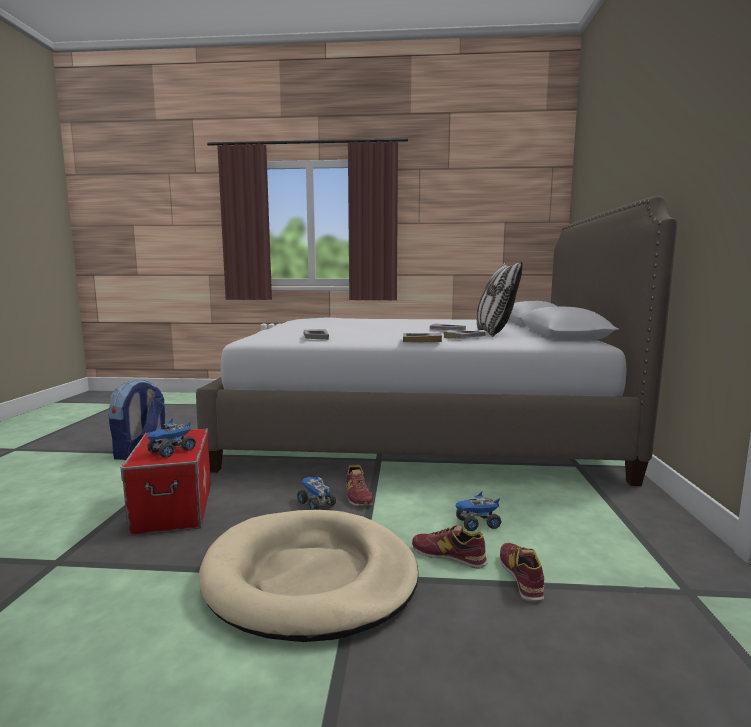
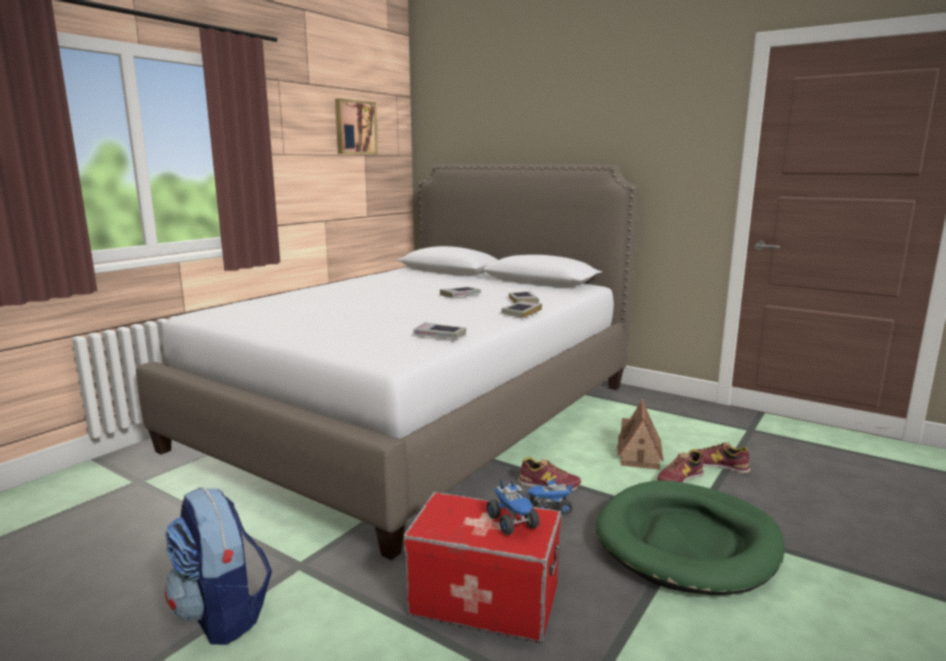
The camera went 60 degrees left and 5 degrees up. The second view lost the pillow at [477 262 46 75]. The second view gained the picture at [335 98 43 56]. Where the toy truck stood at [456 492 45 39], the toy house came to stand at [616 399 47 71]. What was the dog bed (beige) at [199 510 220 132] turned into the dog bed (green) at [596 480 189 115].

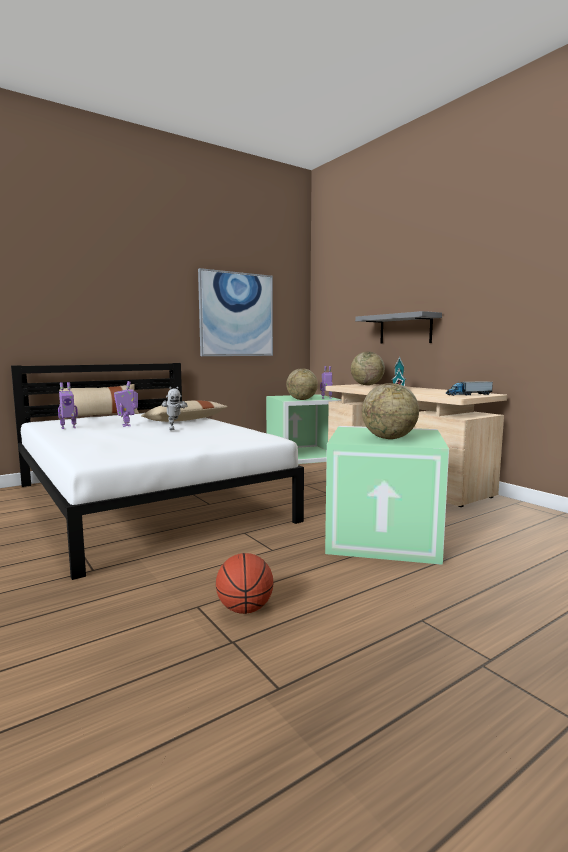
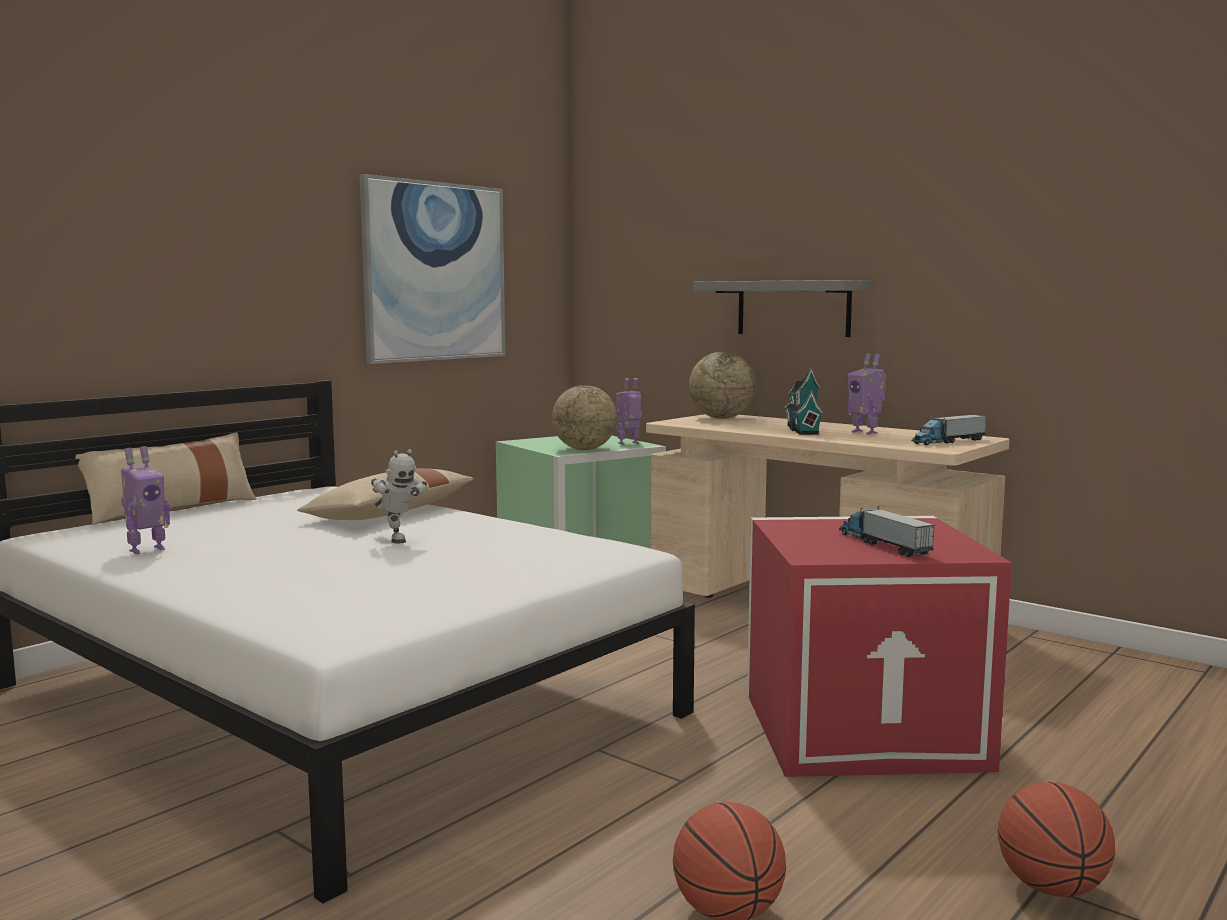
The camera went 15 degrees left and 0 degrees up. The second view gained the basketball at [998 782 117 115]. The toy robot ended up elsewhere, having gone from [114 381 24 46] to [848 353 38 82]. Where the globe stood at [362 383 57 56], the toy truck came to stand at [839 506 96 51]. What was the storage box (green) at [325 426 124 139] turned into the storage box (red) at [747 516 265 261].

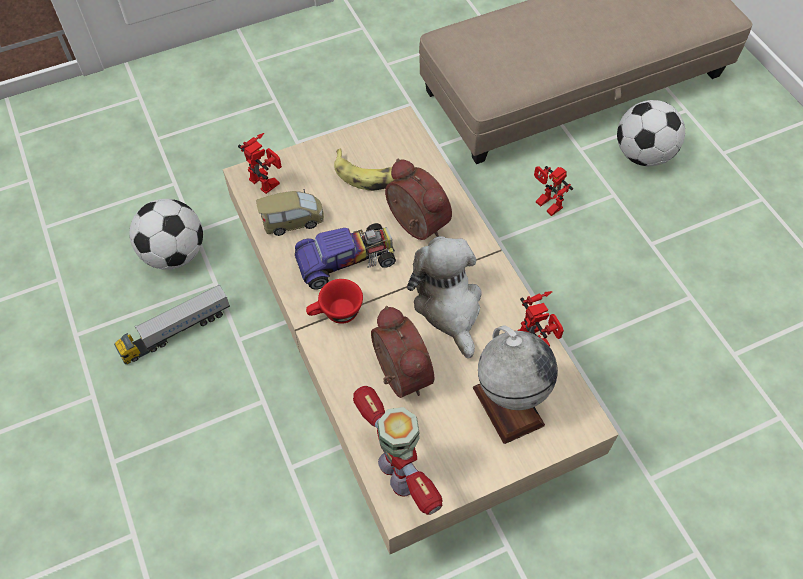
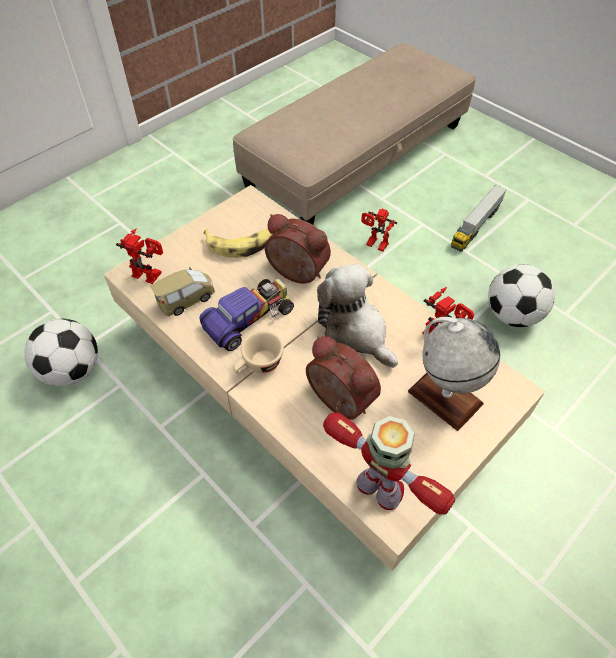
The camera went 20 degrees left and 5 degrees down. The toy truck ended up elsewhere, having gone from [114 284 116 80] to [451 185 56 67]. The football ended up elsewhere, having gone from [617 100 68 66] to [488 264 67 63]. What was the cup (red) at [306 279 57 45] turned into the cup (beige) at [233 331 51 43].

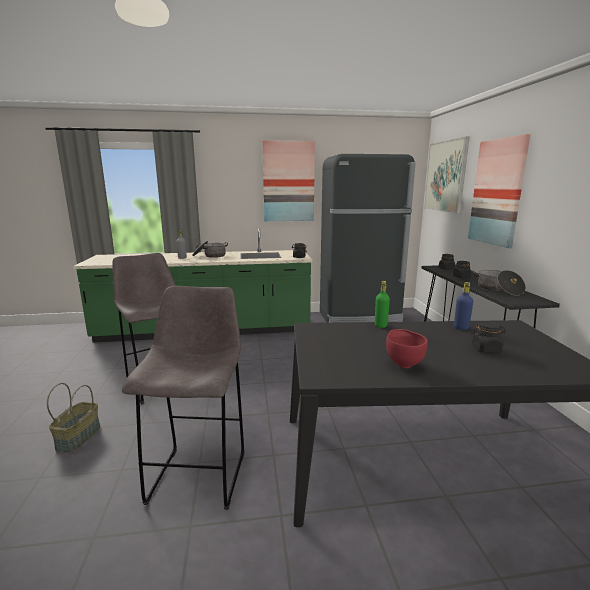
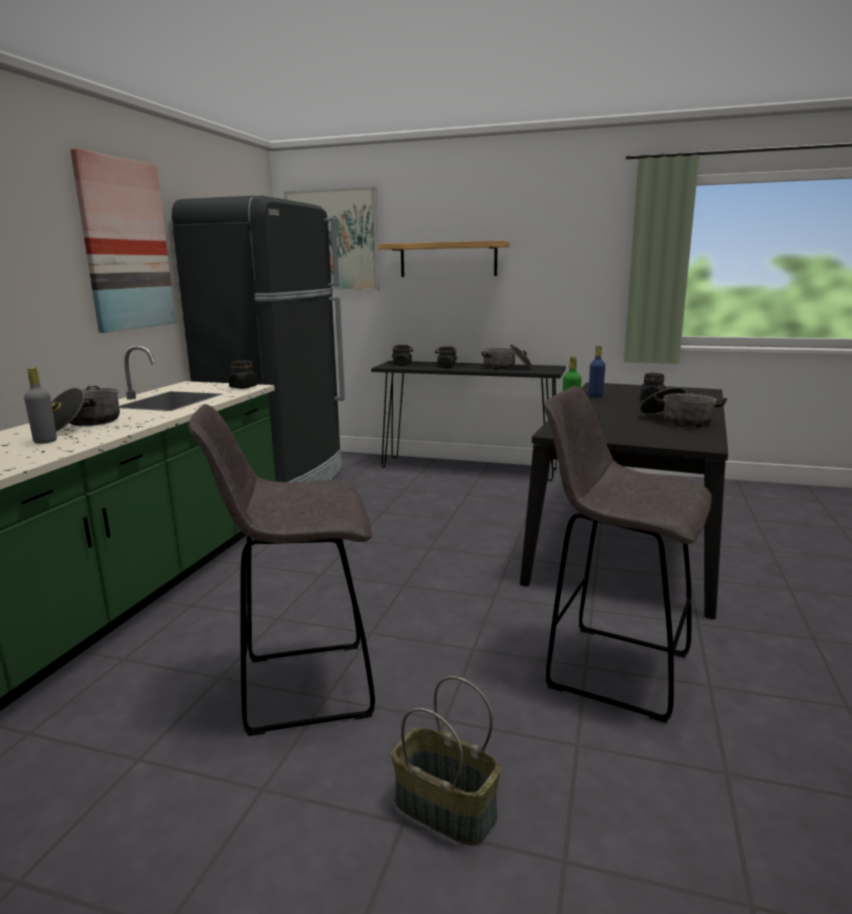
The camera went 65 degrees left and 0 degrees up. Where the bowl (red) stood at [386 329 42 39], the cooking pot came to stand at [640 388 87 40]. Where the picture hung at [468 134 63 114], the shelf came to hang at [378 241 132 36].

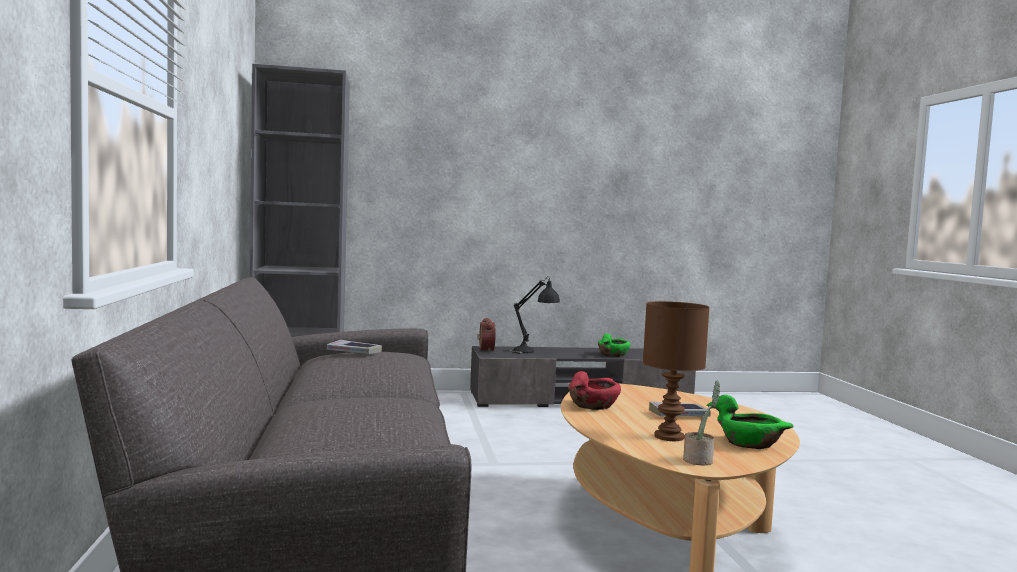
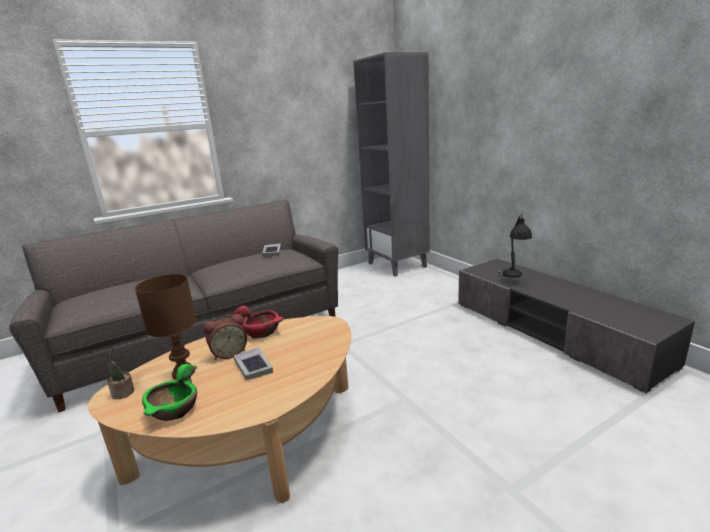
The camera went 70 degrees right and 15 degrees up. The second view lost the bowl (green) at [598 334 32 23]. The alarm clock ended up elsewhere, having gone from [477 318 19 34] to [203 313 44 47].

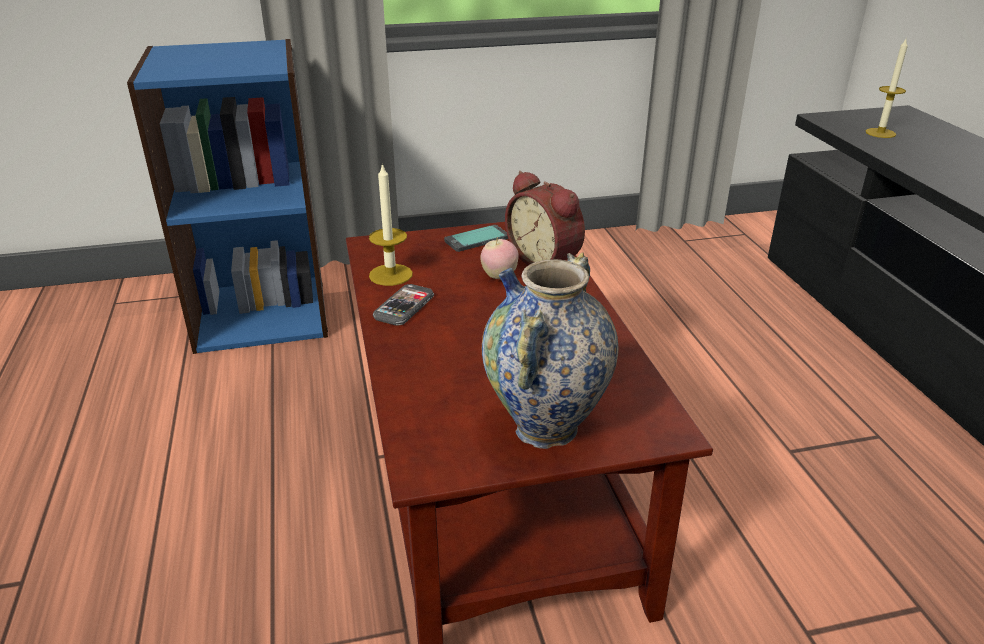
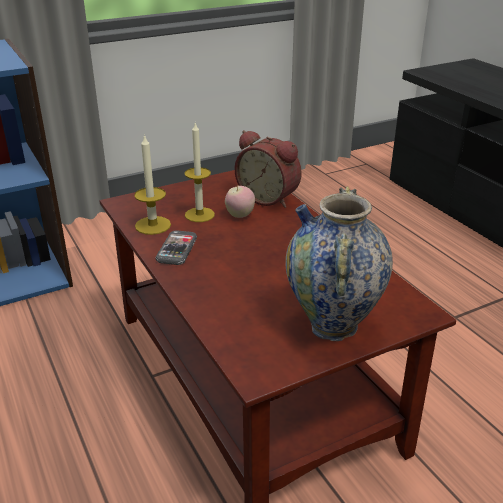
The camera went 15 degrees left and 0 degrees up. The second view lost the phone at [444 225 64 27]. The candle ended up elsewhere, having gone from [866 39 42 99] to [184 123 31 99].

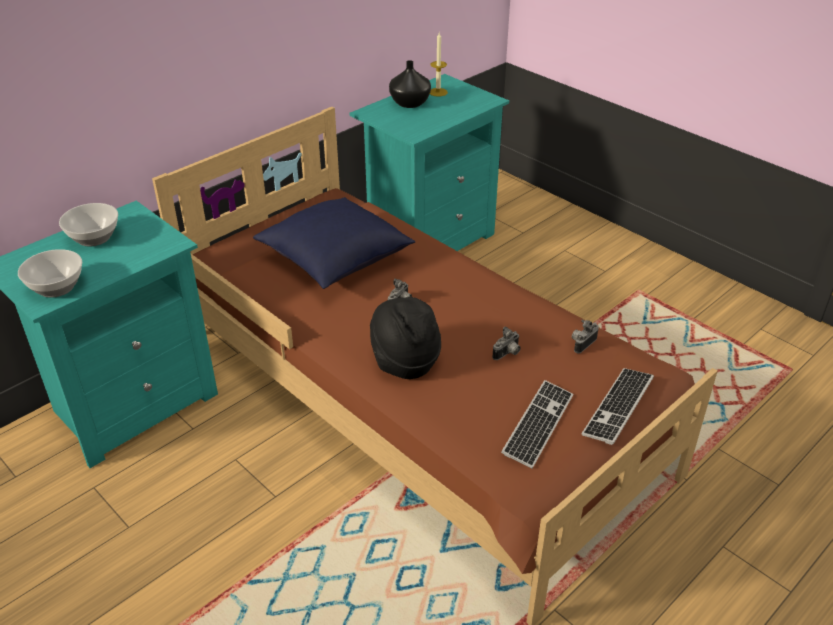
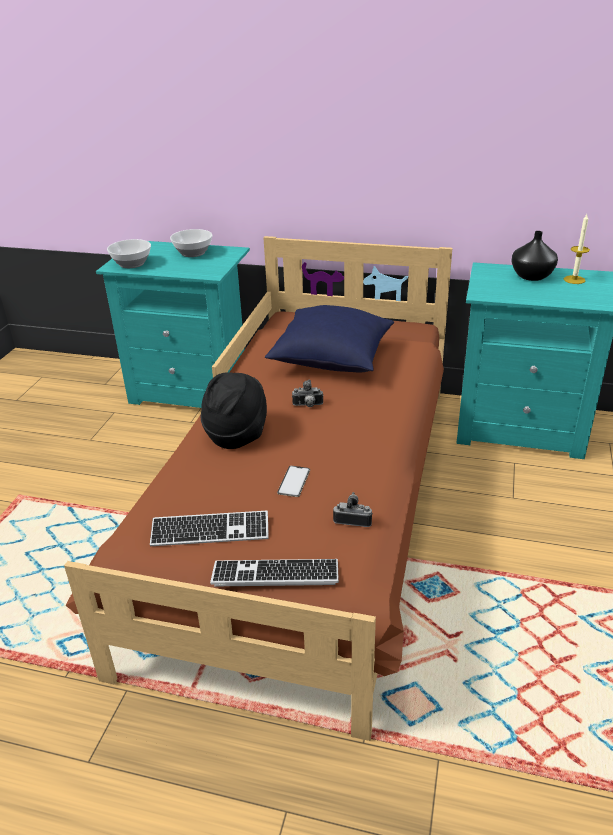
The camera went 60 degrees right and 5 degrees down. Where the photo camera stood at [492 327 29 33], the phone came to stand at [277 466 33 31].

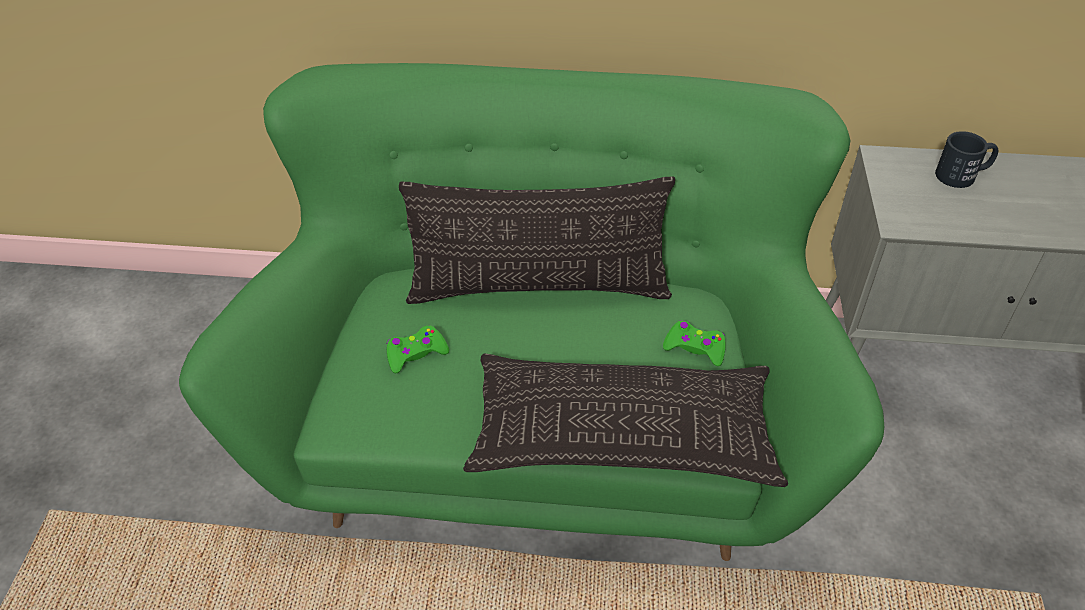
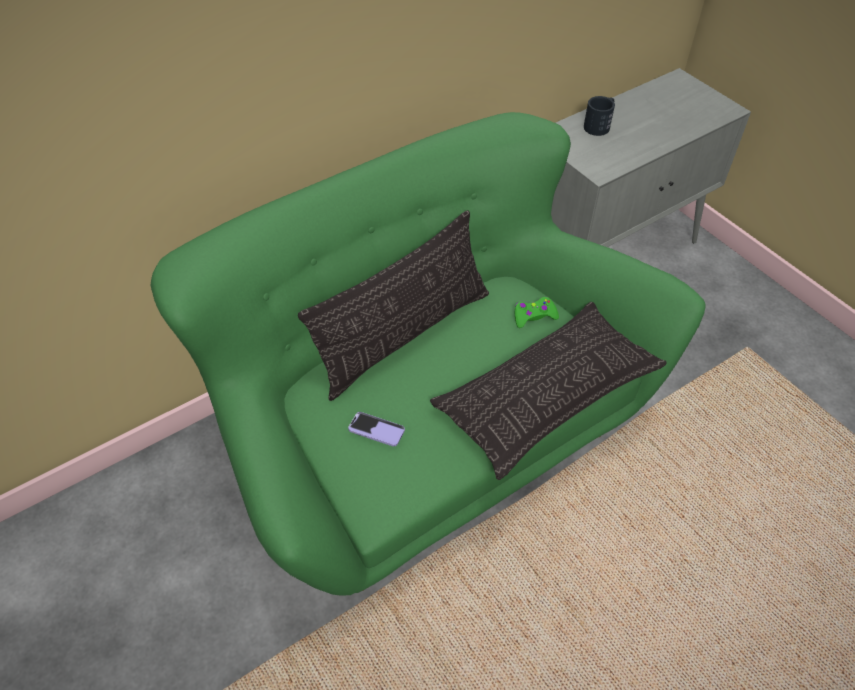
The camera went 40 degrees left and 5 degrees up. Where the game controller (green) stood at [387 325 62 49], the phone came to stand at [348 412 57 34].

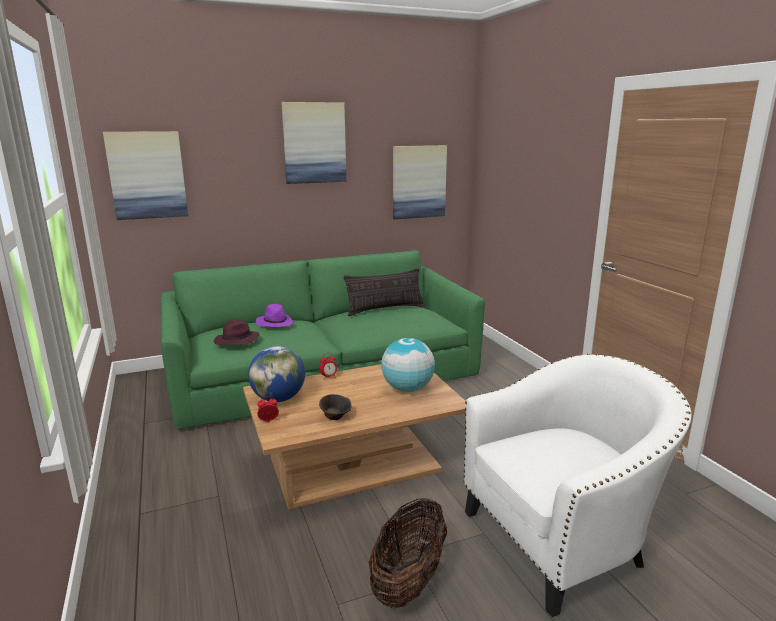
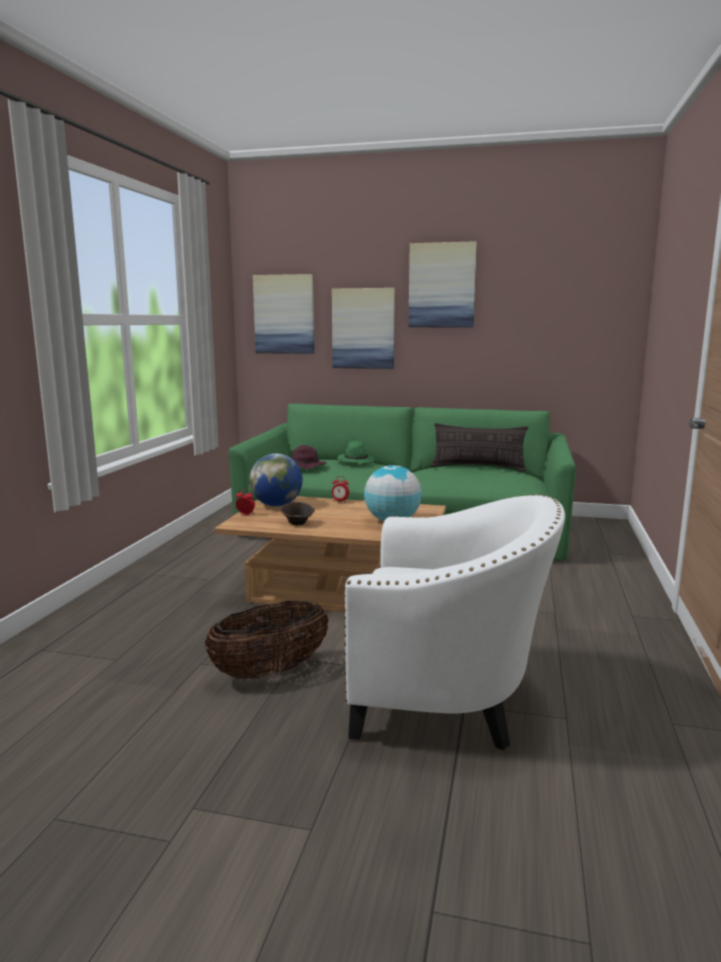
The camera went 35 degrees right and 5 degrees down. The picture ended up elsewhere, having gone from [393 145 54 74] to [332 288 63 81]. What was the hat (purple) at [256 304 38 23] turned into the hat (green) at [337 441 37 22].

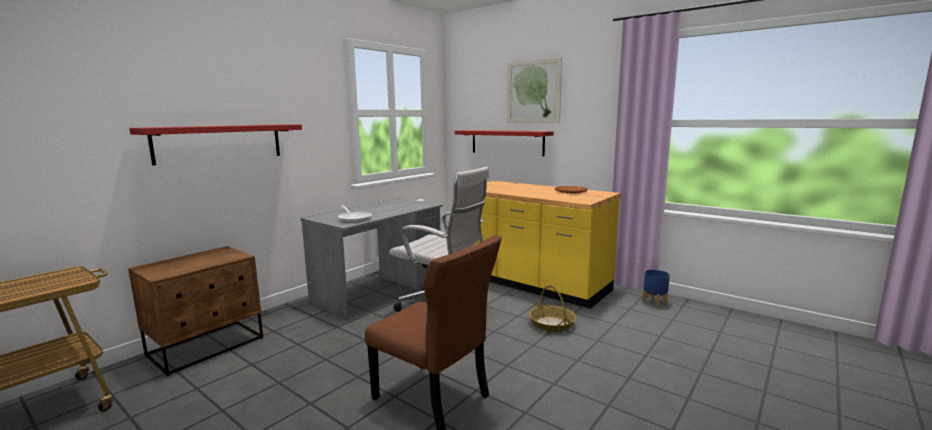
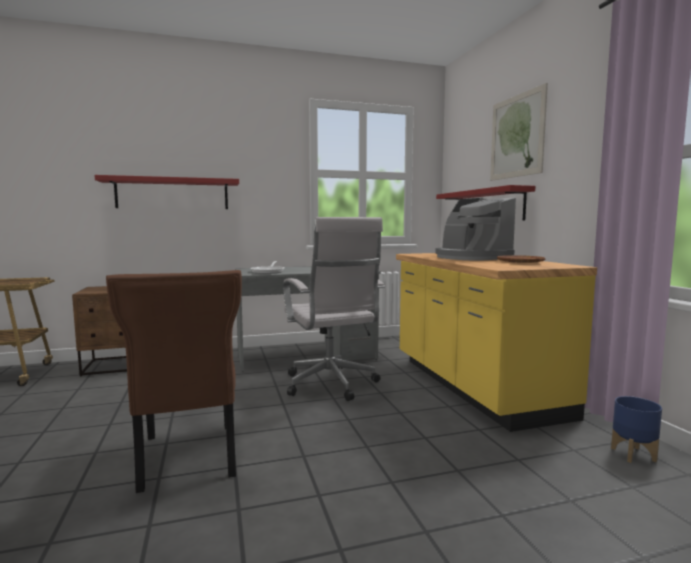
The camera went 35 degrees right and 5 degrees down. The second view lost the basket at [529 285 47 47]. The second view gained the coffee machine at [435 198 81 62].

